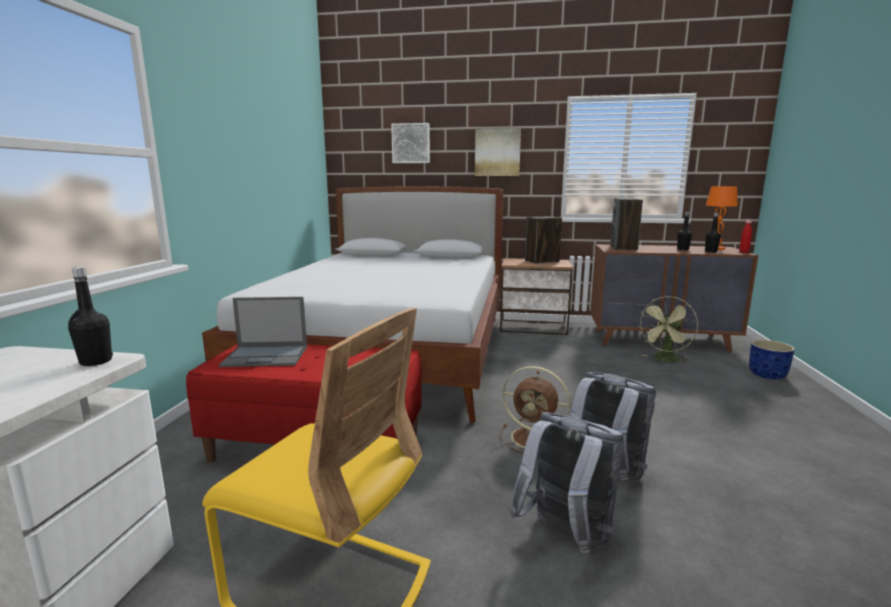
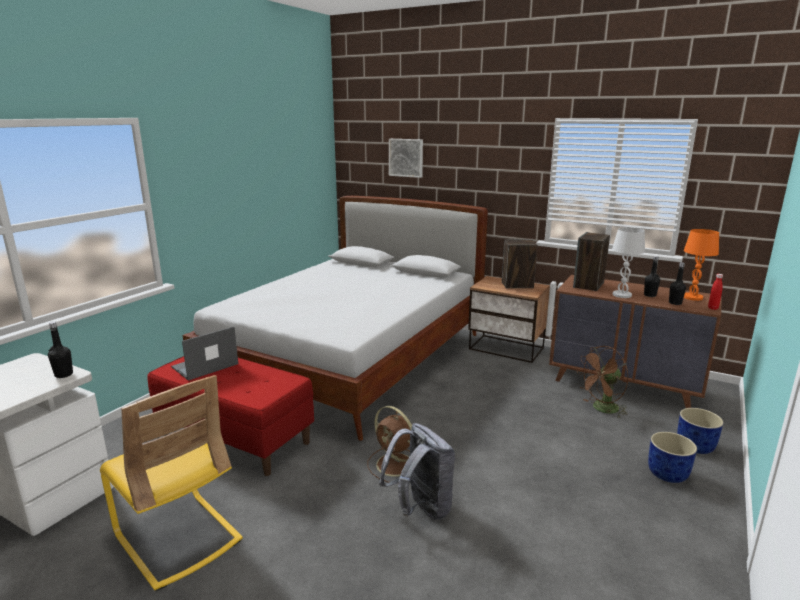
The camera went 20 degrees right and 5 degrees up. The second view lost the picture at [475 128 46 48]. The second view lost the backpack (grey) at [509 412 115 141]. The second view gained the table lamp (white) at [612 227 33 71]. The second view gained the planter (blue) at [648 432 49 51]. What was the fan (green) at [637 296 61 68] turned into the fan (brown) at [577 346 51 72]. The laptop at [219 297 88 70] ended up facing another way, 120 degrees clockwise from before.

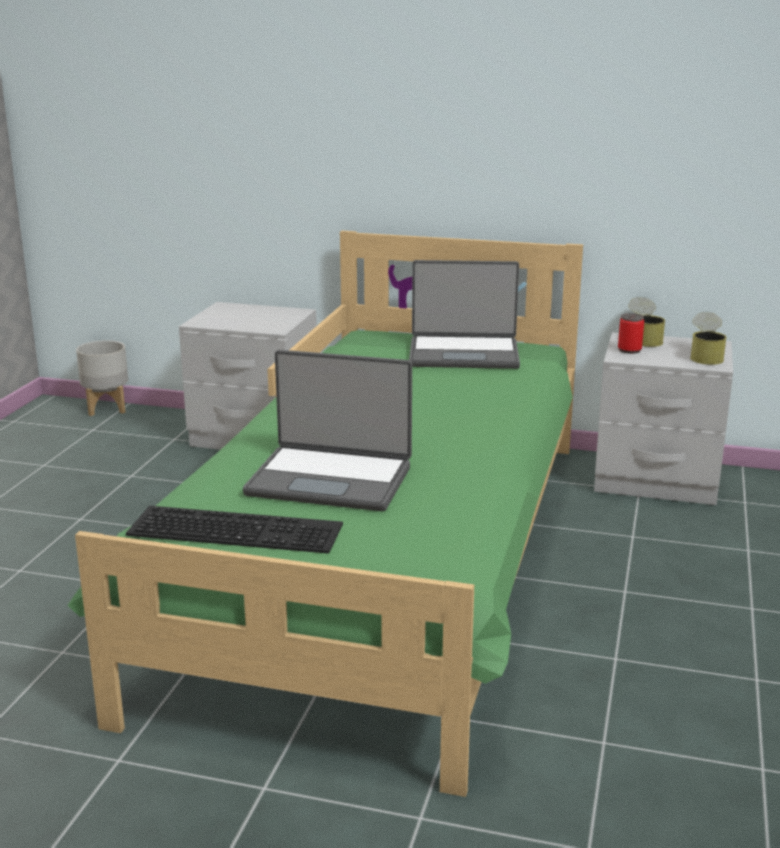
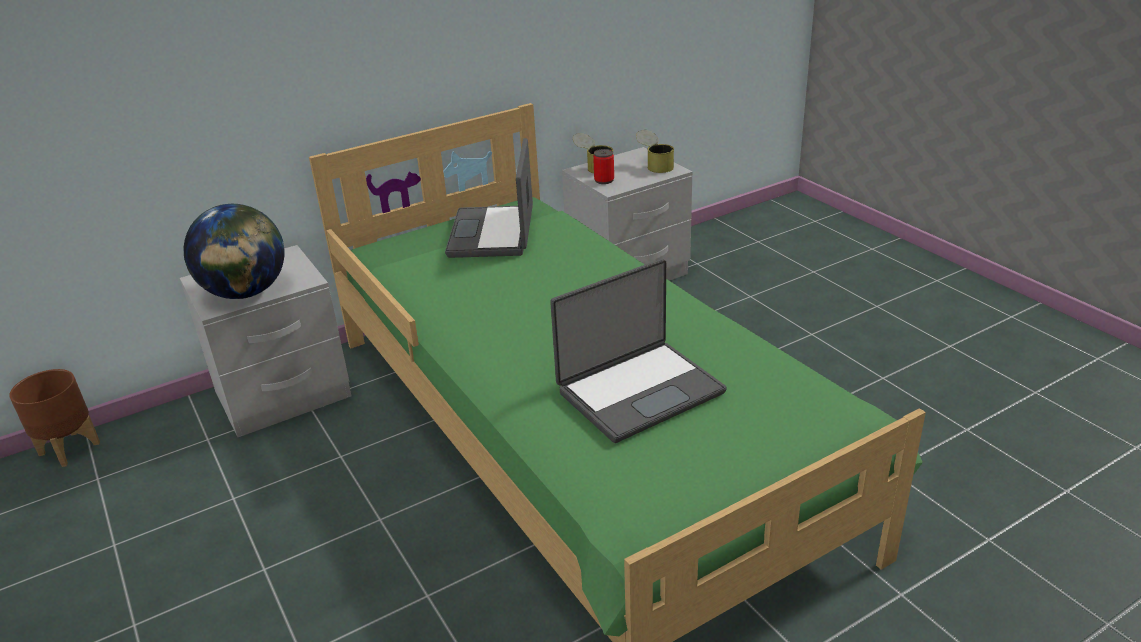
The camera went 45 degrees left and 10 degrees up. The second view lost the keyboard at [126 506 217 48]. The second view gained the globe at [184 204 101 95]. What was the planter (grey) at [76 340 52 76] turned into the planter (brown) at [9 369 91 98]. The laptop at [409 260 111 109] ended up facing another way, 135 degrees clockwise from before.

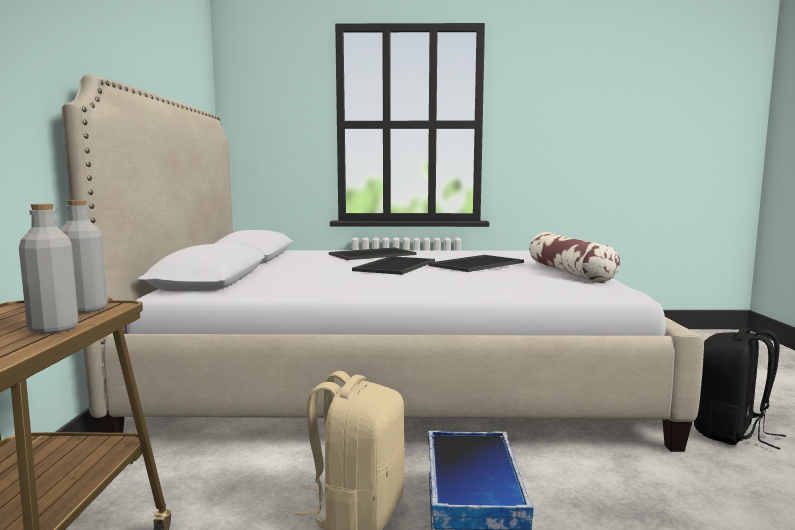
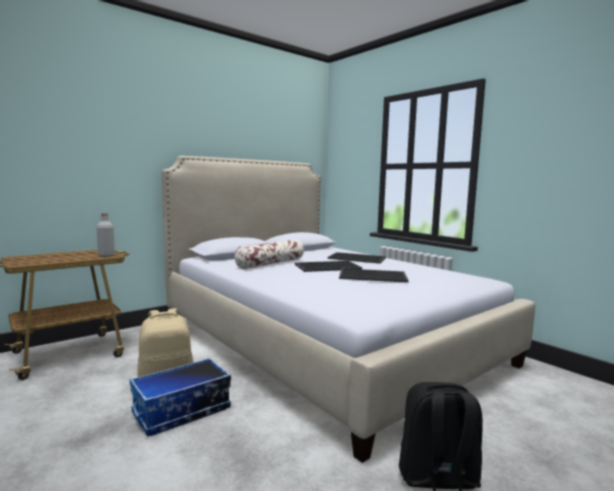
The camera went 50 degrees right and 0 degrees up. The second view lost the bottle (grey) at [19 204 60 130]. The pillow ended up elsewhere, having gone from [529 232 91 51] to [235 239 69 30].

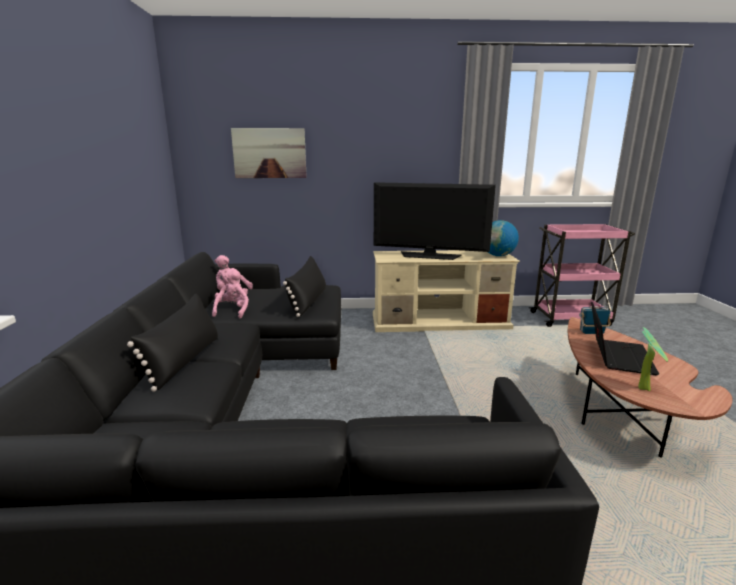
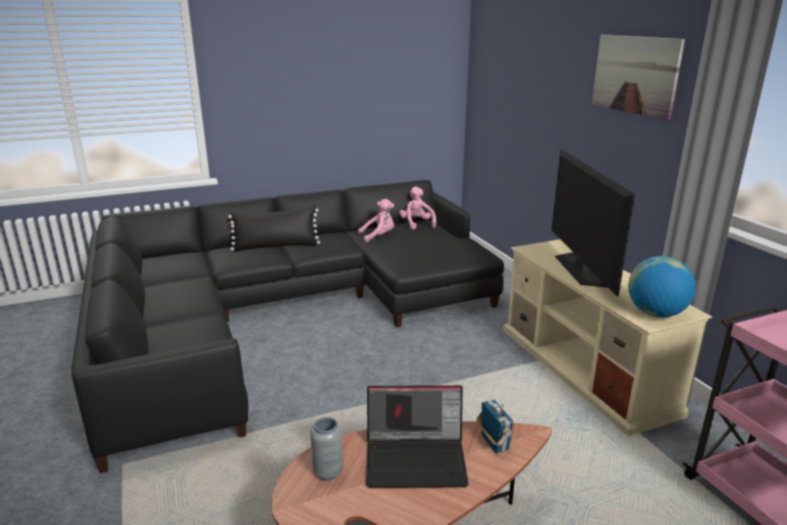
The camera went 70 degrees right and 5 degrees up. The second view lost the pillow (black) at [283 256 43 61]. The picture ended up elsewhere, having gone from [231 128 76 50] to [592 35 93 85]. Where the potted plant stood at [638 327 30 64], the vase (grey) came to stand at [310 417 33 63].

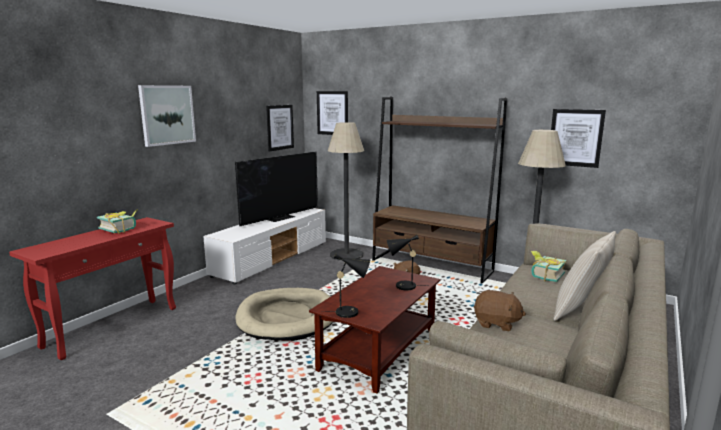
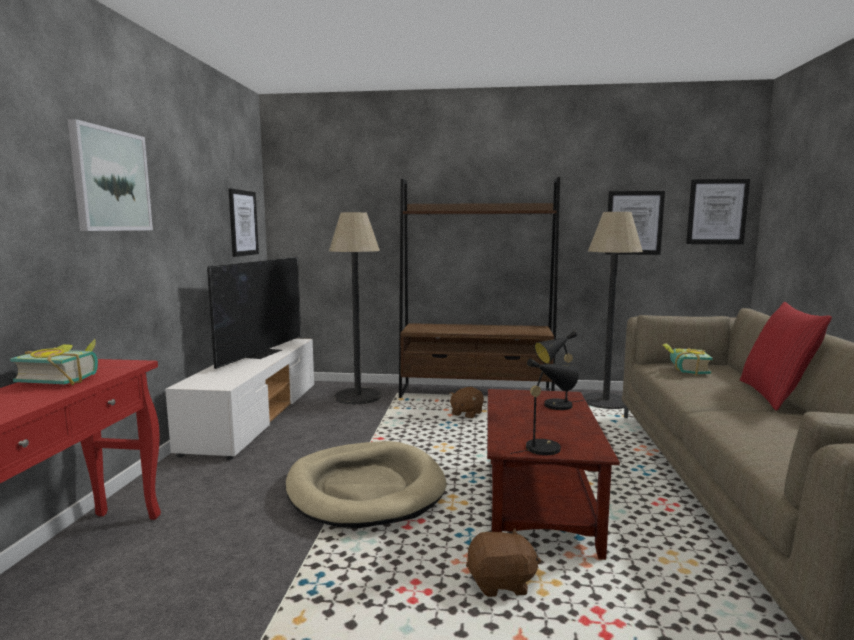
The camera went 25 degrees left and 5 degrees down. The picture ended up elsewhere, having gone from [317 91 31 44] to [686 179 64 65]. The plush toy (brown) ended up elsewhere, having gone from [474 290 52 41] to [466 528 75 69]. What was the pillow (beige) at [553 231 63 90] turned into the pillow (red) at [740 302 92 109].

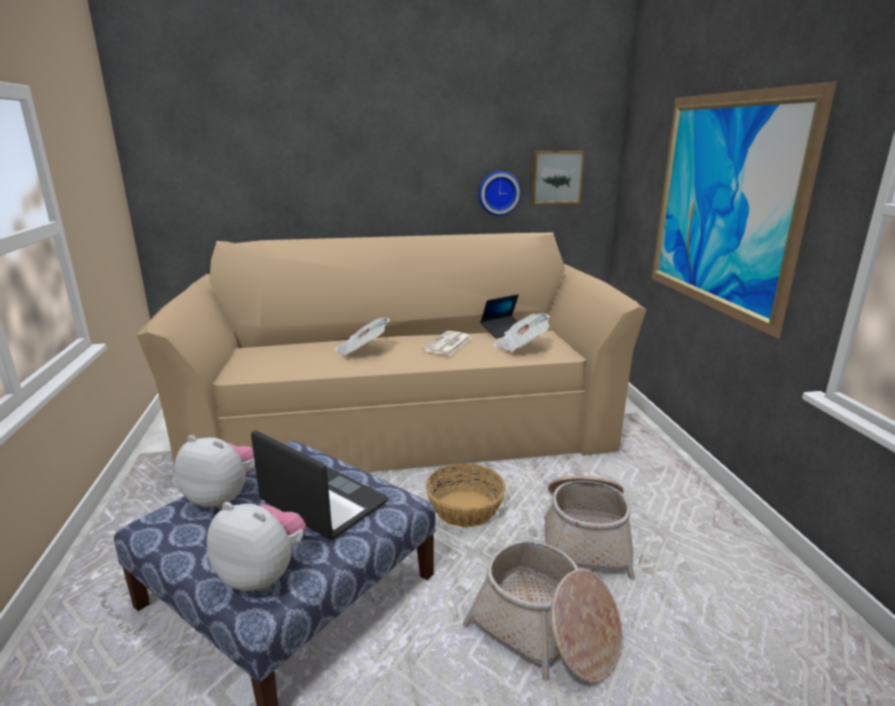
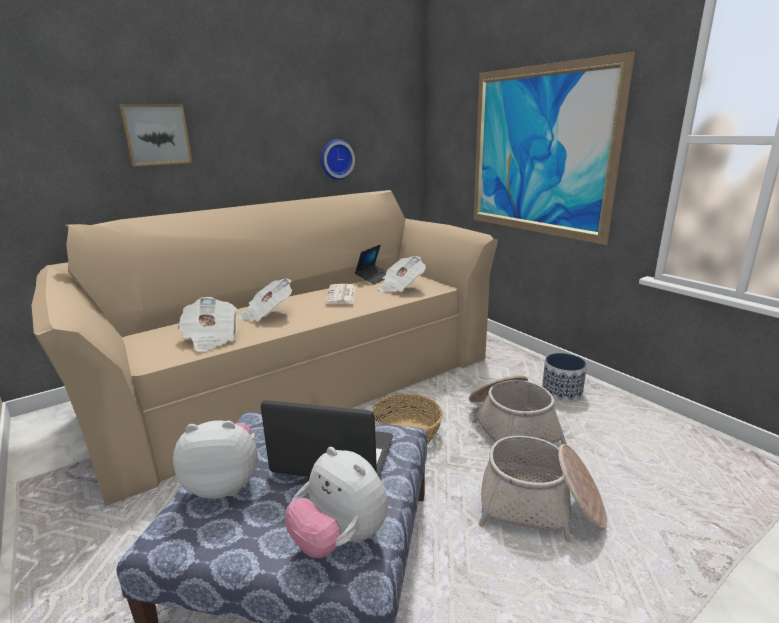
The camera went 25 degrees left and 0 degrees up. The second view gained the newspaper at [178 297 60 55]. The second view gained the planter at [542 353 45 49]. The picture ended up elsewhere, having gone from [531 151 54 53] to [119 104 73 62]. The plush toy at [207 502 99 89] ended up facing another way, 135 degrees counterclockwise from before.

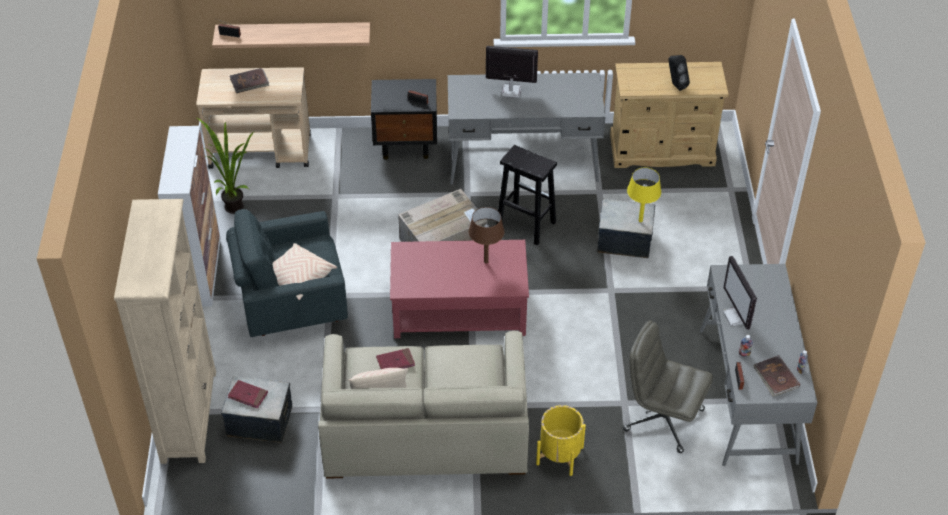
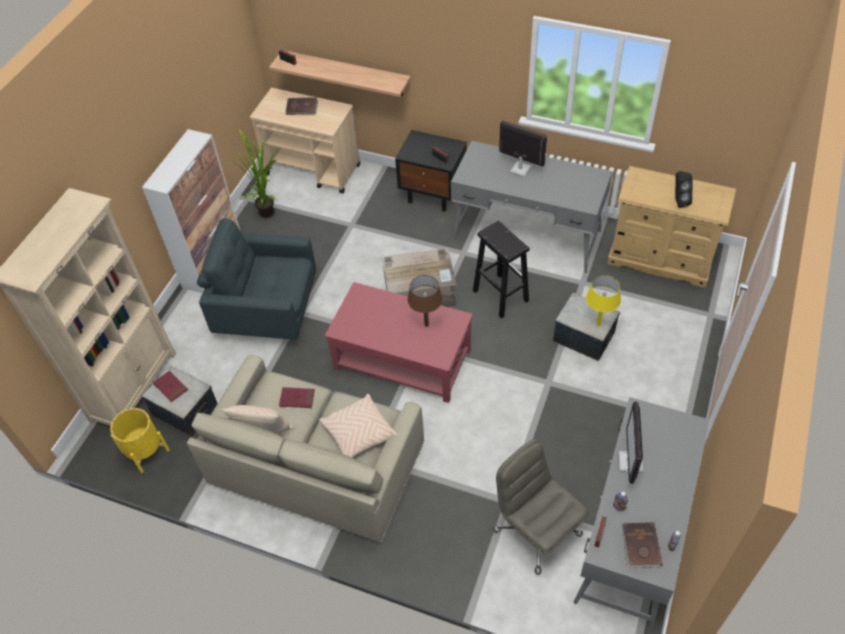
The camera went 25 degrees right and 5 degrees up. The pillow (beige) ended up elsewhere, having gone from [272 243 65 57] to [319 394 78 64]. The planter (yellow) ended up elsewhere, having gone from [536 405 50 71] to [110 408 60 65].

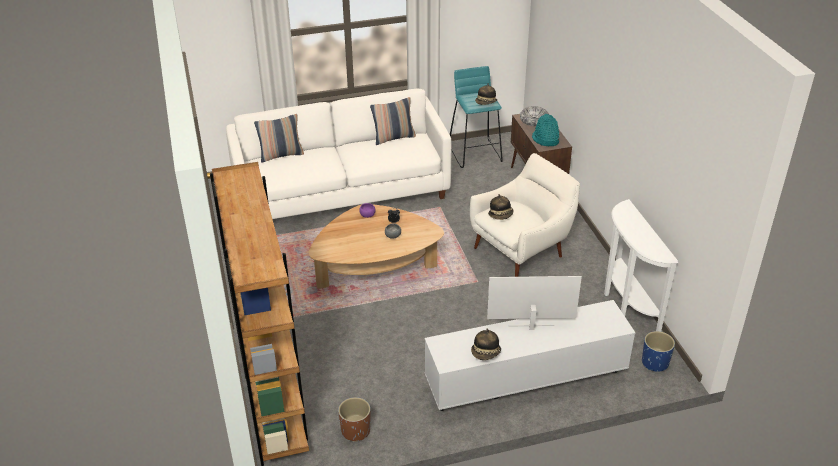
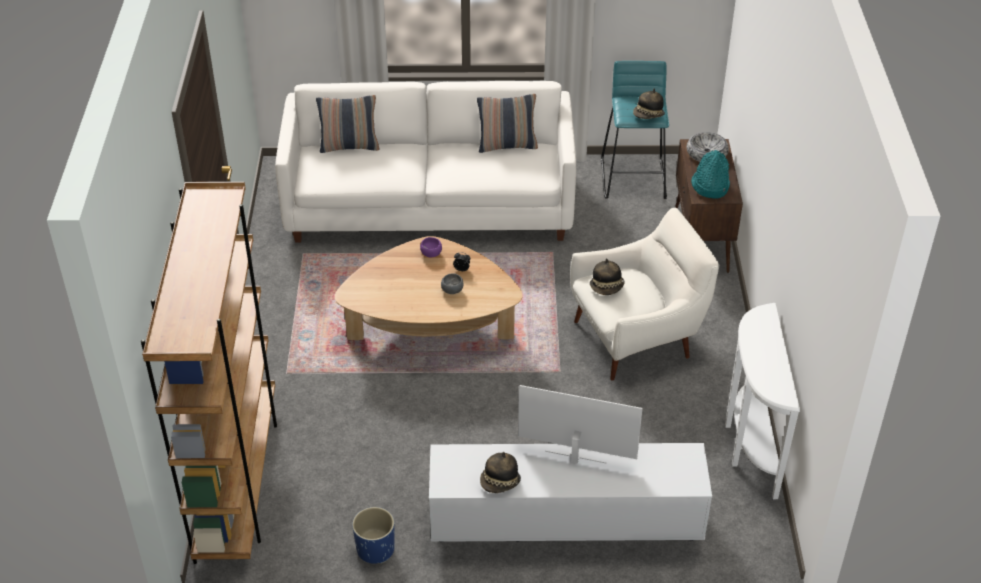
The camera went 15 degrees right and 5 degrees up. The second view lost the planter (brown) at [338 397 33 45]. The planter (blue) ended up elsewhere, having gone from [642 331 33 41] to [352 507 43 57].

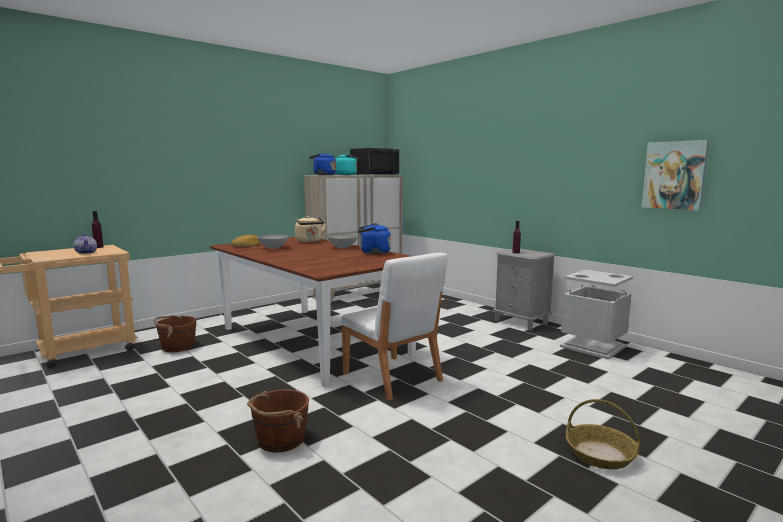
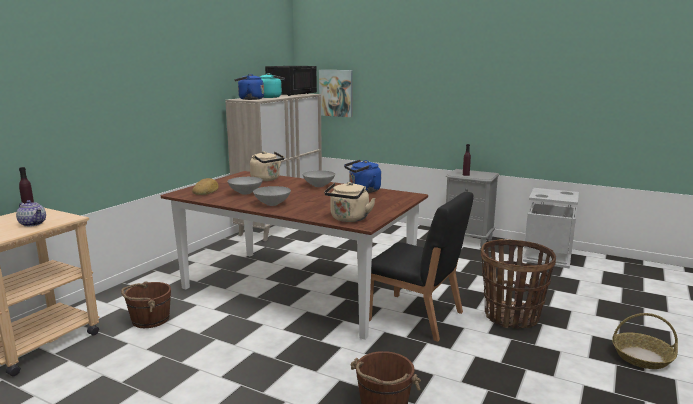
The camera went 20 degrees left and 5 degrees up. The second view gained the bowl (grey) at [253 186 38 20]. The second view gained the kettle (beige) at [324 182 52 40]. The second view gained the basket at [481 239 75 90]. The picture ended up elsewhere, having gone from [641 140 68 71] to [319 70 34 47]. What was the chair (white) at [341 253 107 148] turned into the chair (black) at [369 192 105 150].

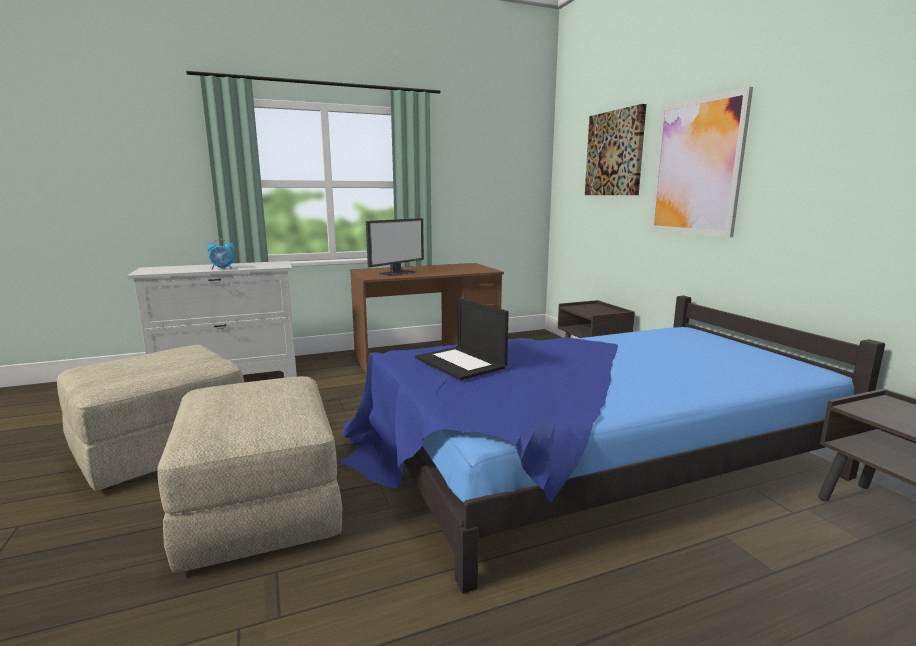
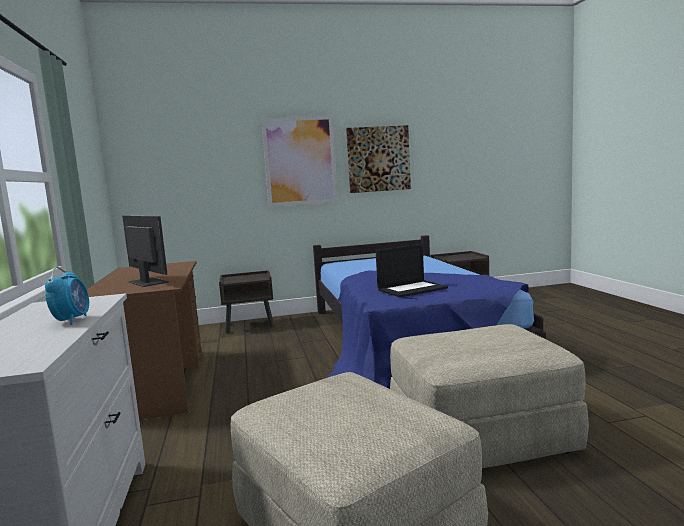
The camera went 80 degrees left and 5 degrees down. The picture ended up elsewhere, having gone from [585 104 61 91] to [346 125 65 68].

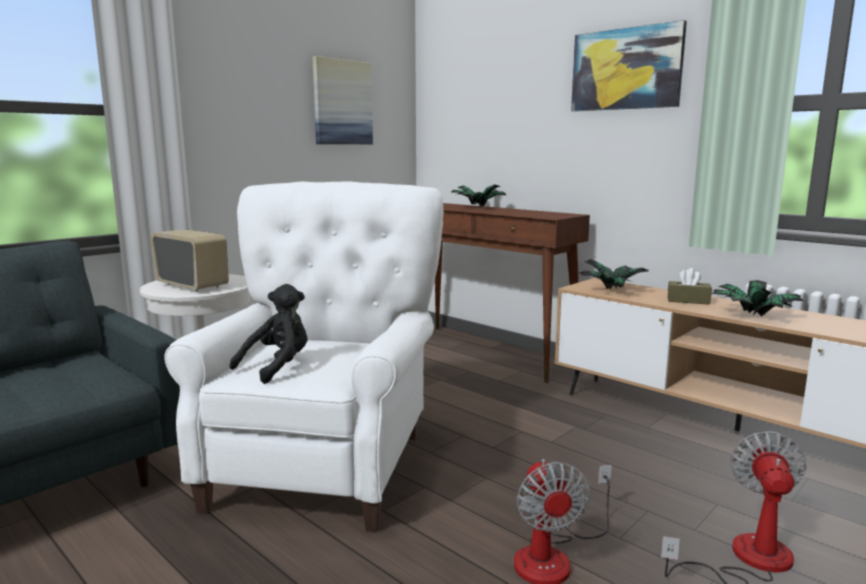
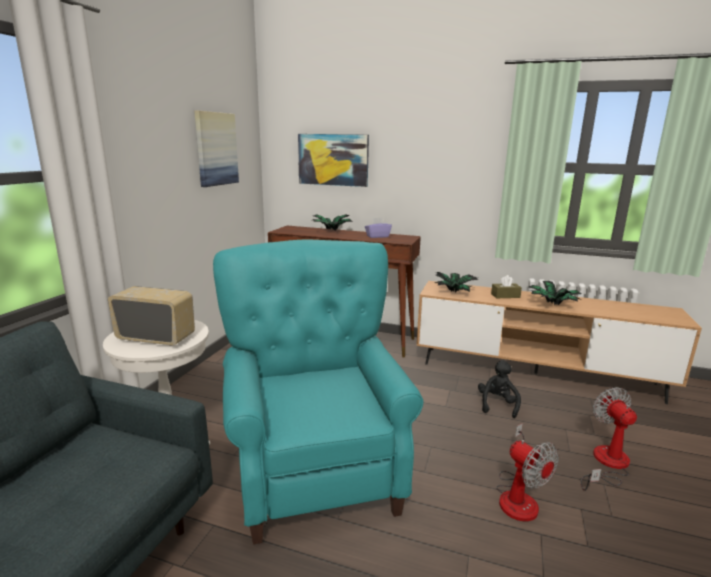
The camera went 25 degrees left and 5 degrees up. The second view gained the tissue box (purple) at [365 217 27 21]. The plush toy (black) ended up elsewhere, having gone from [230 284 77 100] to [478 360 43 58]. The picture ended up elsewhere, having gone from [571 20 116 91] to [298 134 71 53]. What was the armchair (white) at [164 181 279 351] turned into the armchair (turquoise) at [213 239 210 306].

